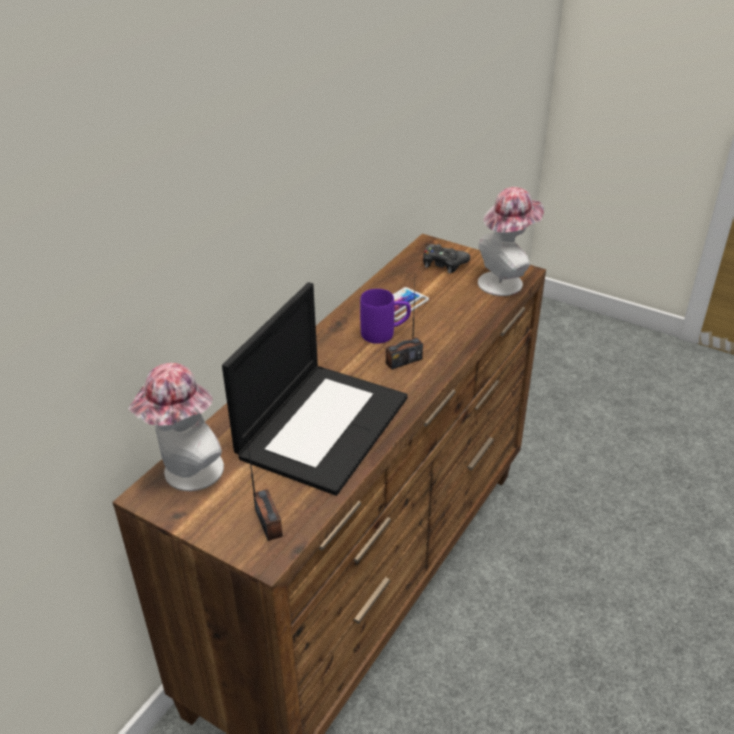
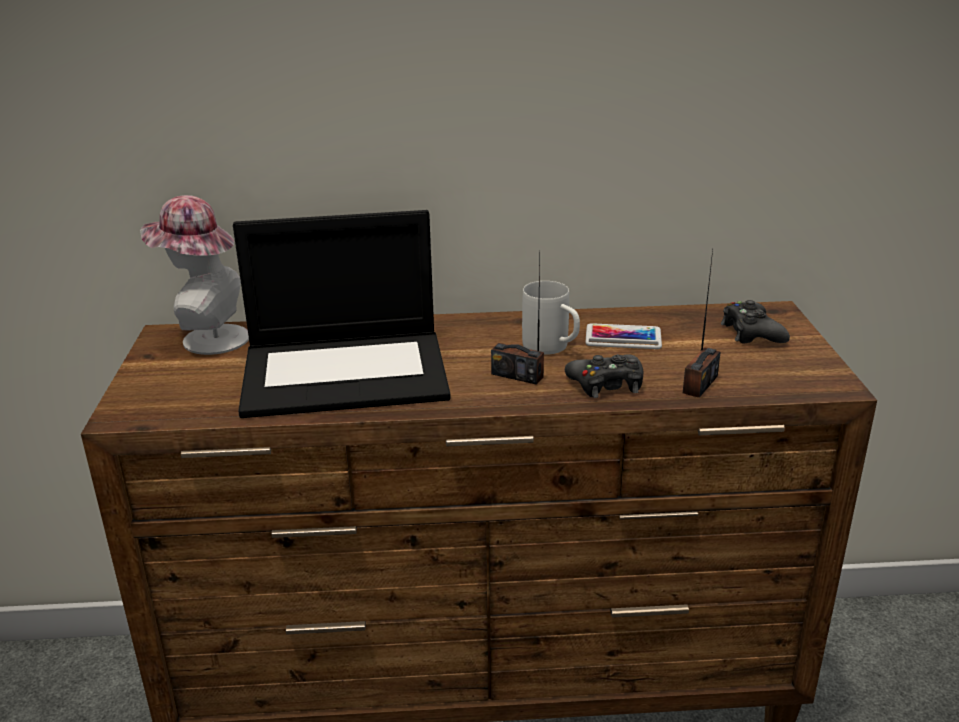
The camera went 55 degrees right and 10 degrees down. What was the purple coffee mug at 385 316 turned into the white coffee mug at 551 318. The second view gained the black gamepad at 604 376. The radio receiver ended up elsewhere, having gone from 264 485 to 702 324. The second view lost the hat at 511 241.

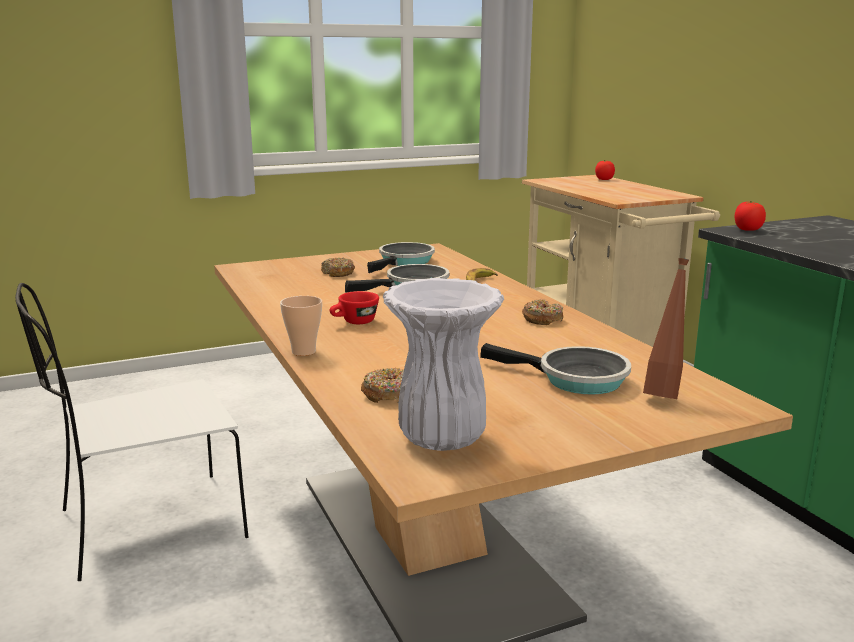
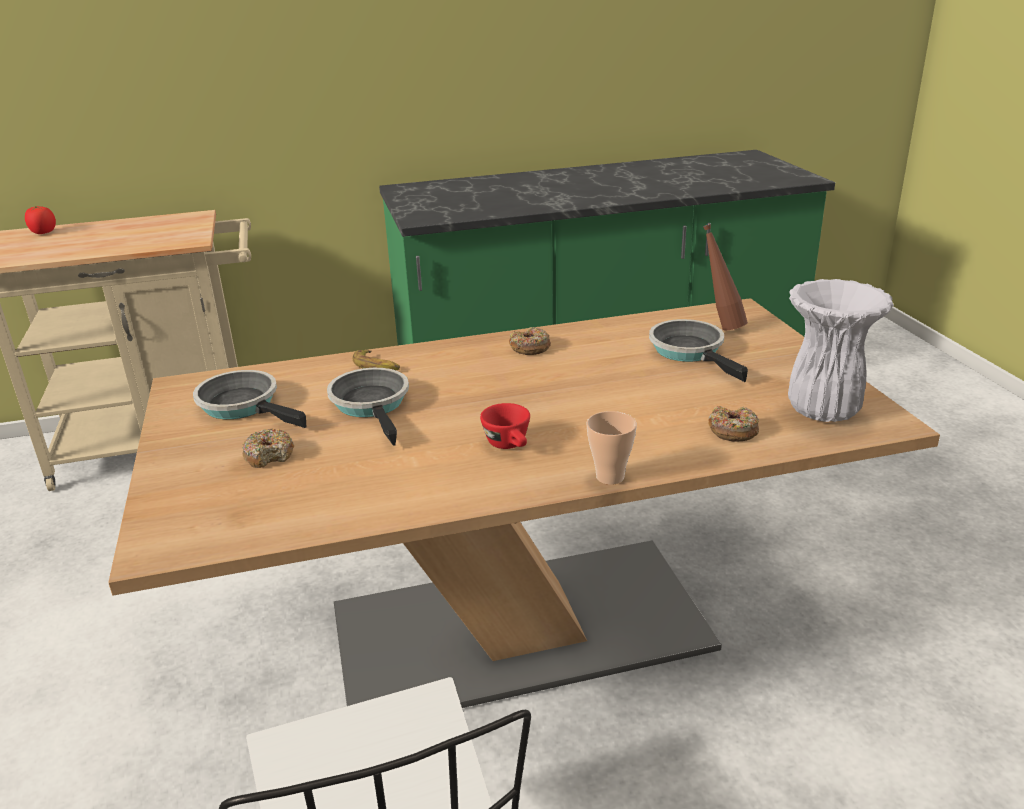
The camera went 80 degrees left and 10 degrees up. The skillet at 555 369 ended up facing another way, 60 degrees counterclockwise from before. The second view lost the fresh tomato at 750 216.

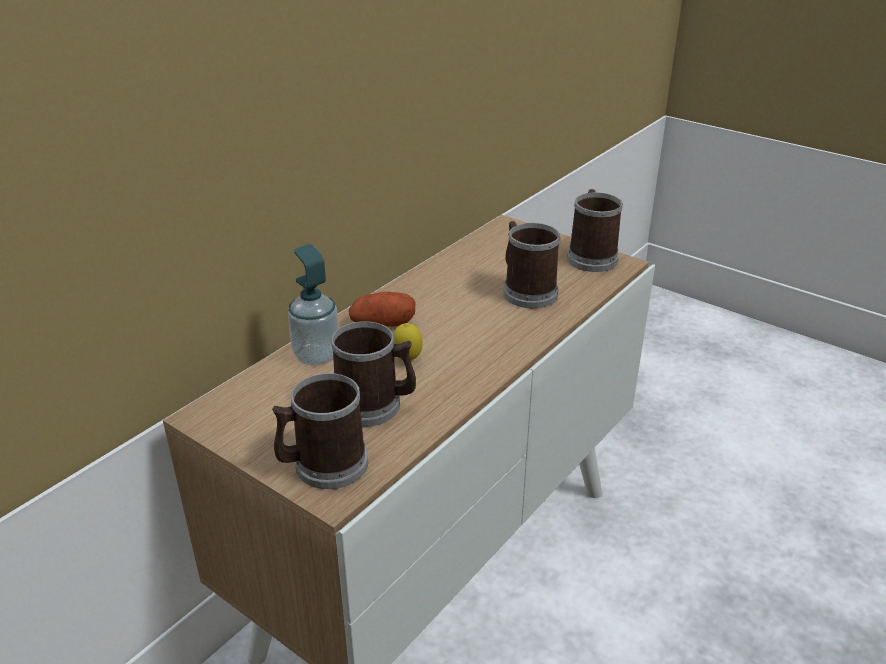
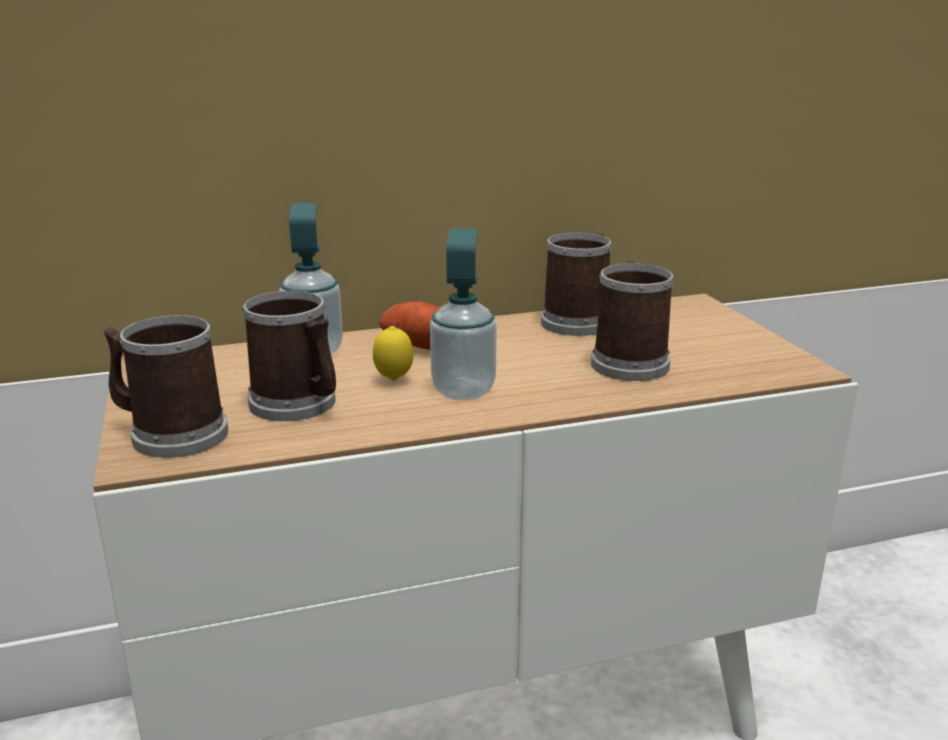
The camera went 35 degrees right and 10 degrees down. The second view gained the soap dispenser at 463 314. The coffee mug ended up elsewhere, having gone from 595 230 to 576 284.

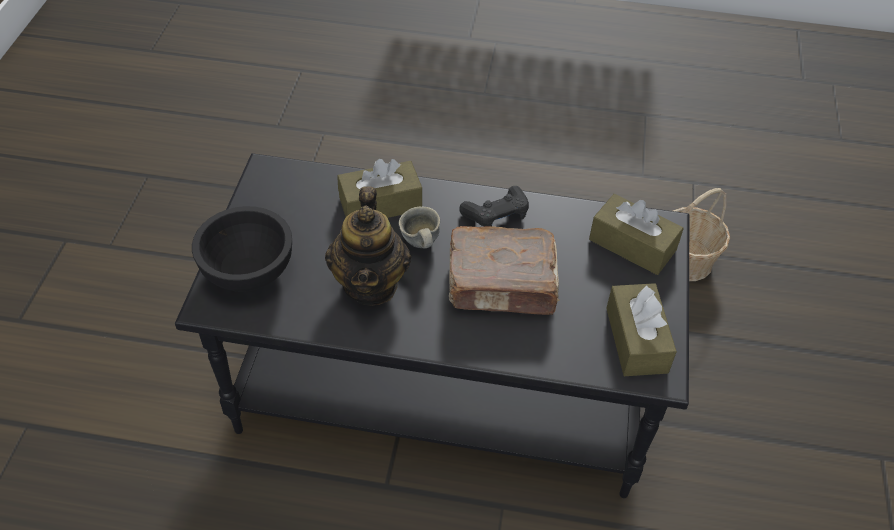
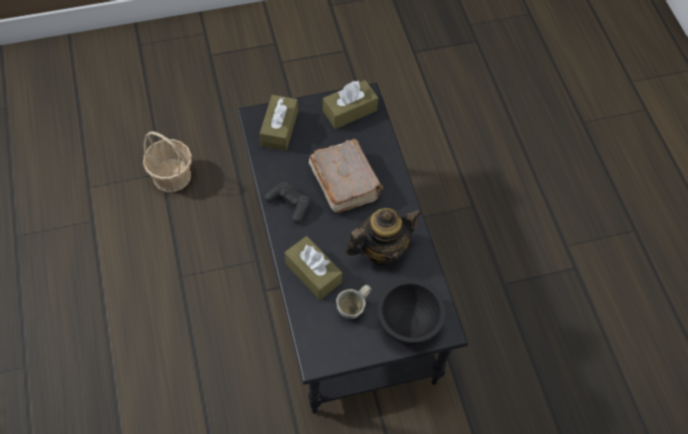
The camera went 115 degrees left and 10 degrees up. The greyish coffee mug ended up elsewhere, having gone from 419 228 to 354 302.

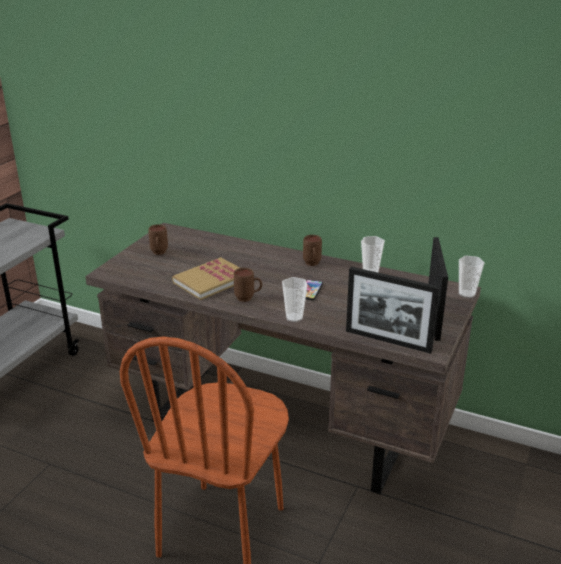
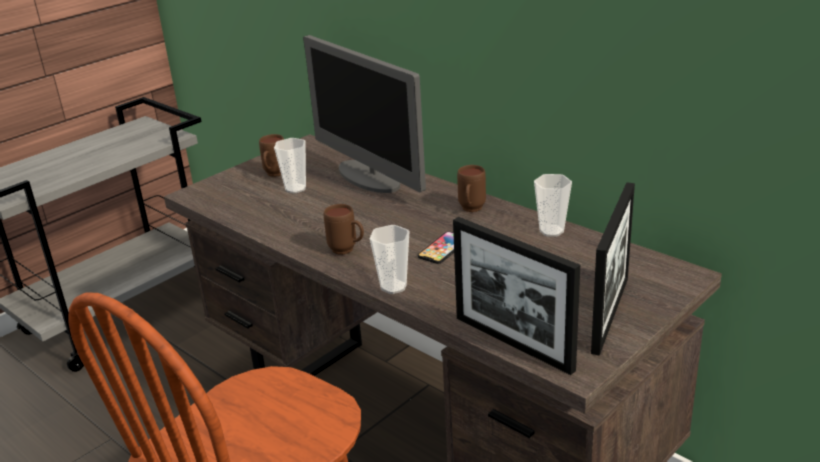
The camera went 20 degrees right and 0 degrees up. The drinking cup ended up elsewhere, having gone from 472 277 to 290 166. The second view gained the monitor at 364 114. The second view lost the book at 206 278.

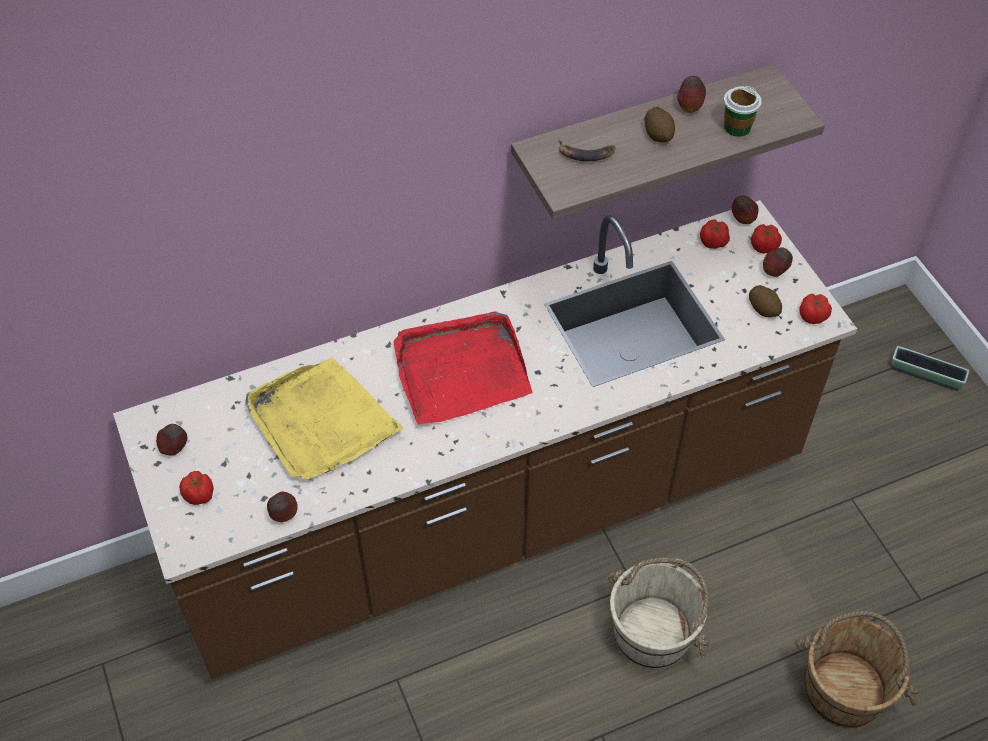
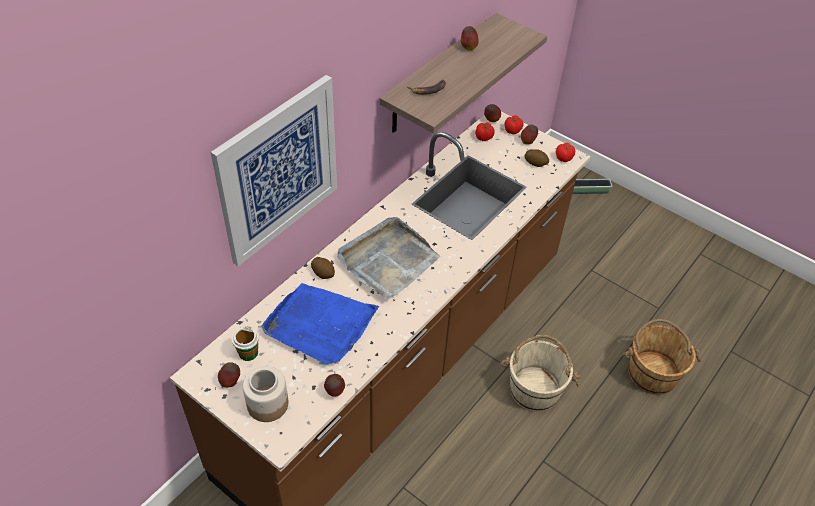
The camera went 30 degrees left and 5 degrees down. The second view gained the wall picture at 274 170. The drinking cup ended up elsewhere, having gone from 743 111 to 245 343. Where the fresh tomato stood at 196 488, the preserve jar came to stand at 265 394. What was the yellowish carrying tray at 324 418 turned into the bluish carrying tray at 320 324. The potato ended up elsewhere, having gone from 660 124 to 323 268. What was the reddish carrying tray at 462 368 turned into the greyish carrying tray at 388 258.

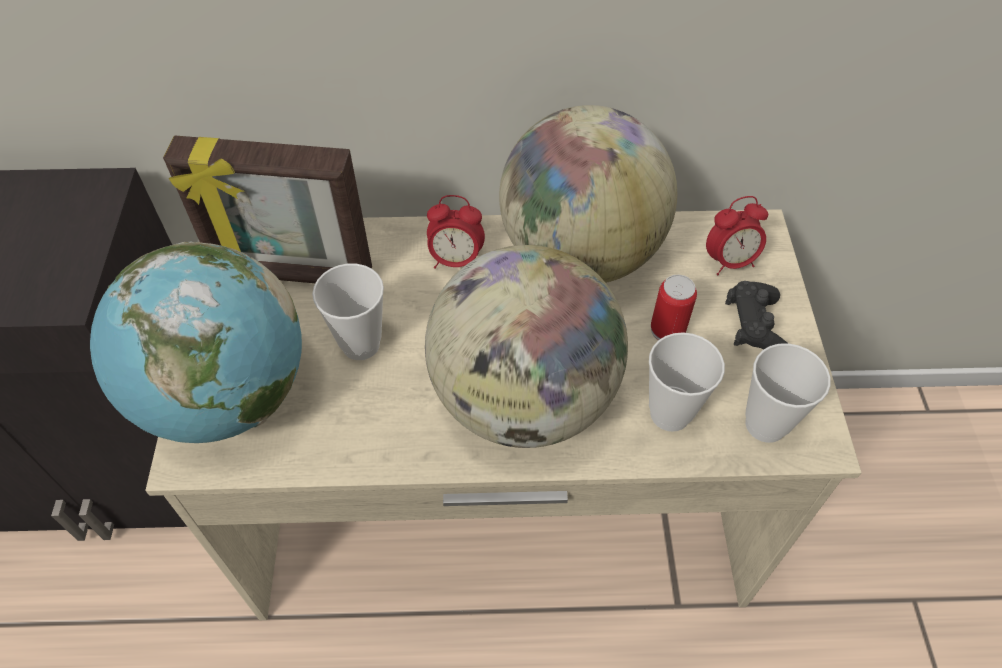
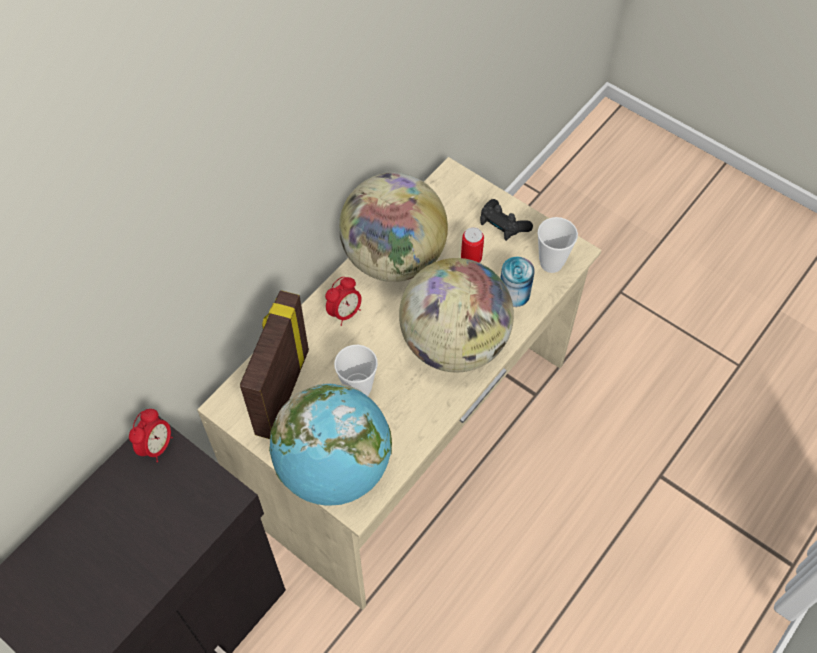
The camera went 50 degrees left and 5 degrees up. The alarm clock ended up elsewhere, having gone from 737 235 to 151 435. The picture frame at 267 209 ended up facing another way, 150 degrees clockwise from before. Where the drinking cup stood at 687 382, the metal can came to stand at 517 282.

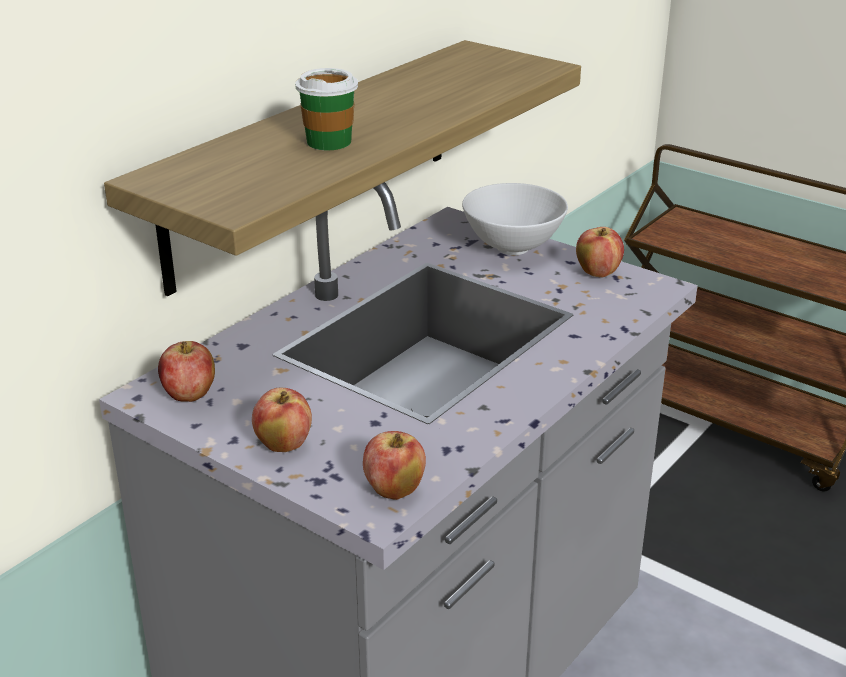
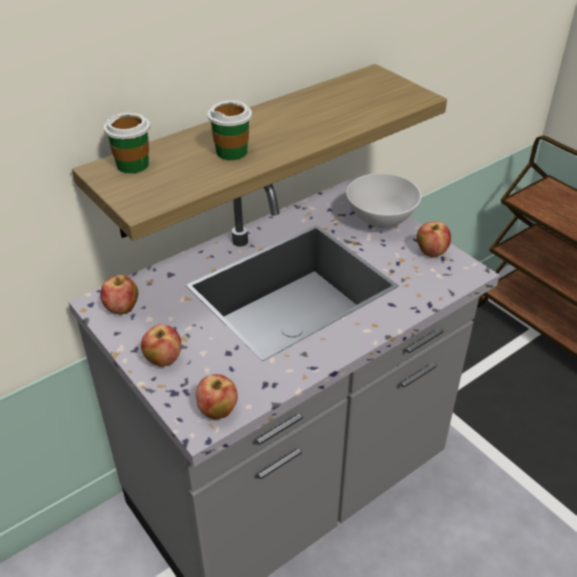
The camera went 15 degrees right and 10 degrees up. The second view gained the drinking cup at 127 143.

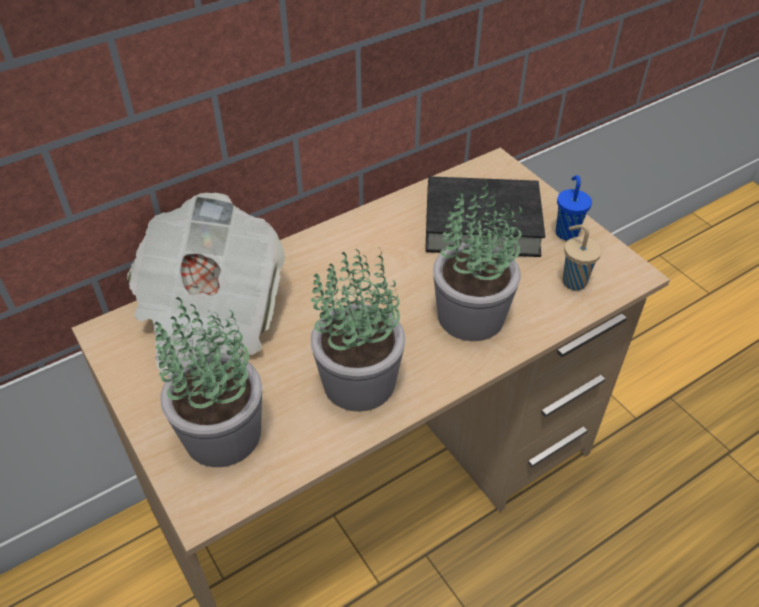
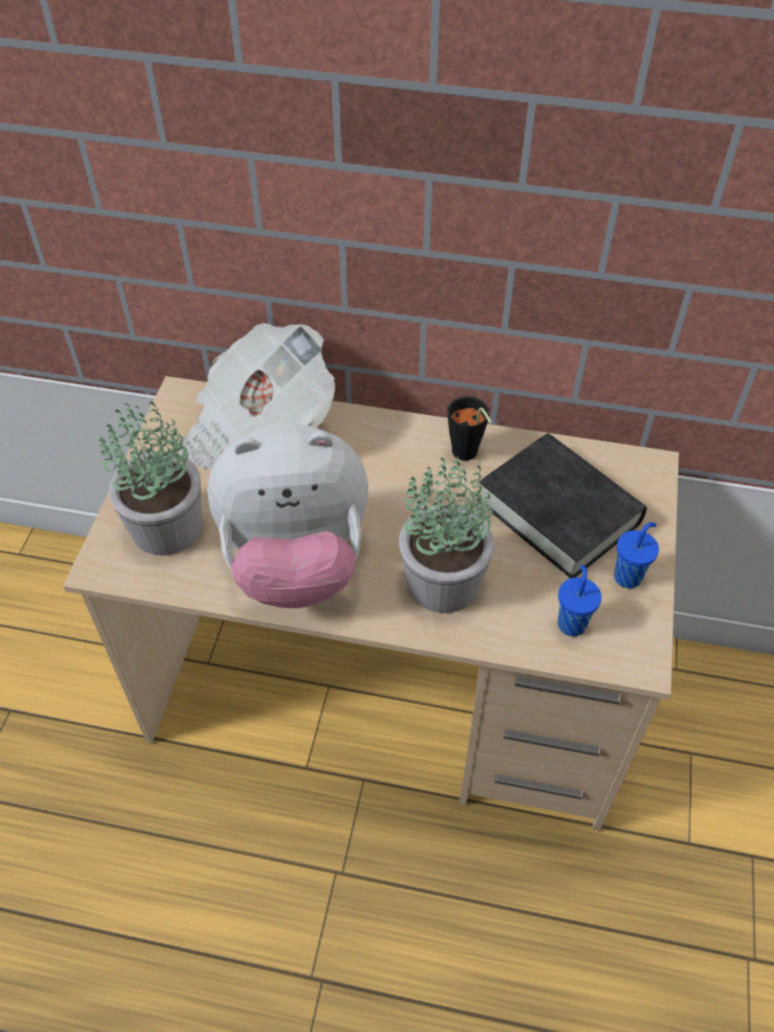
The camera went 45 degrees right and 5 degrees up. Where the houseplant stood at 358 329, the cuddly toy came to stand at 287 516. The second view gained the black drinking cup at 469 428. What was the beige drinking cup at 582 257 turned into the bluish drinking cup at 580 600.

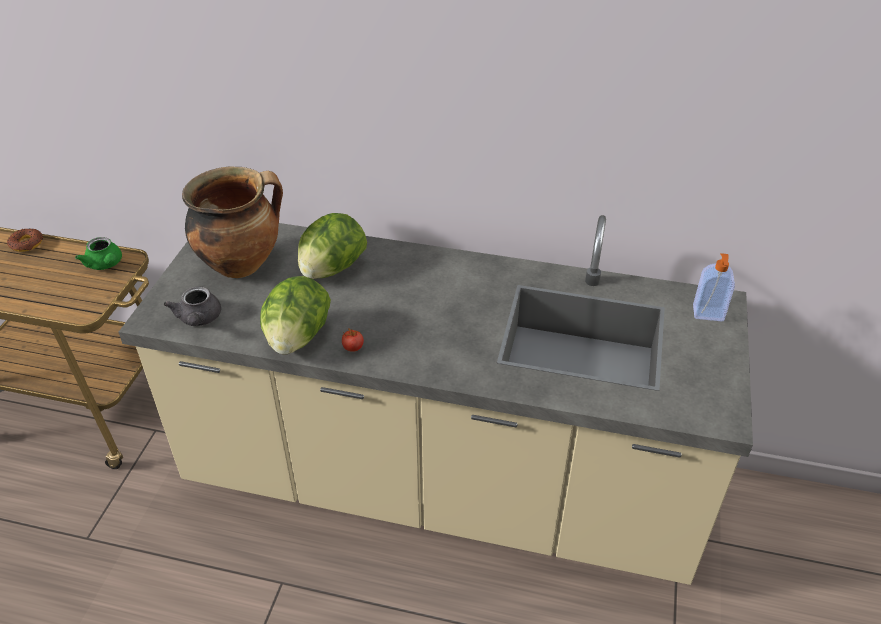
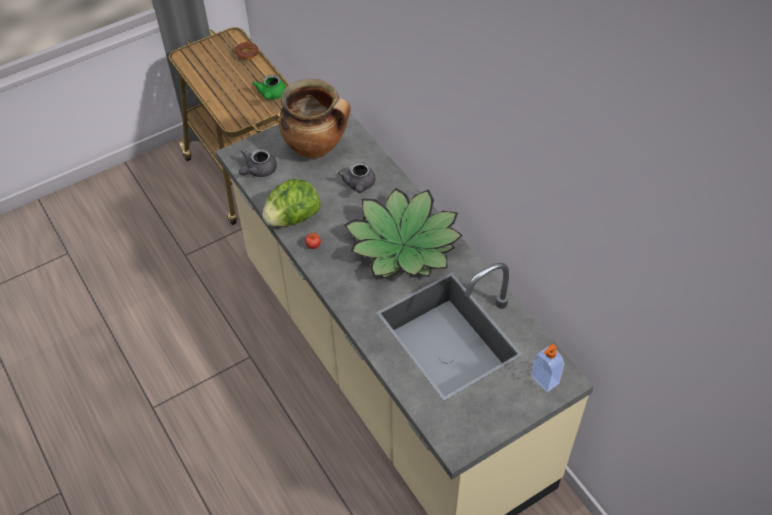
The camera went 45 degrees right and 10 degrees up. Where the lettuce stood at 332 246, the greyish pot for tea came to stand at 356 177. The second view gained the houseplant at 403 233.

